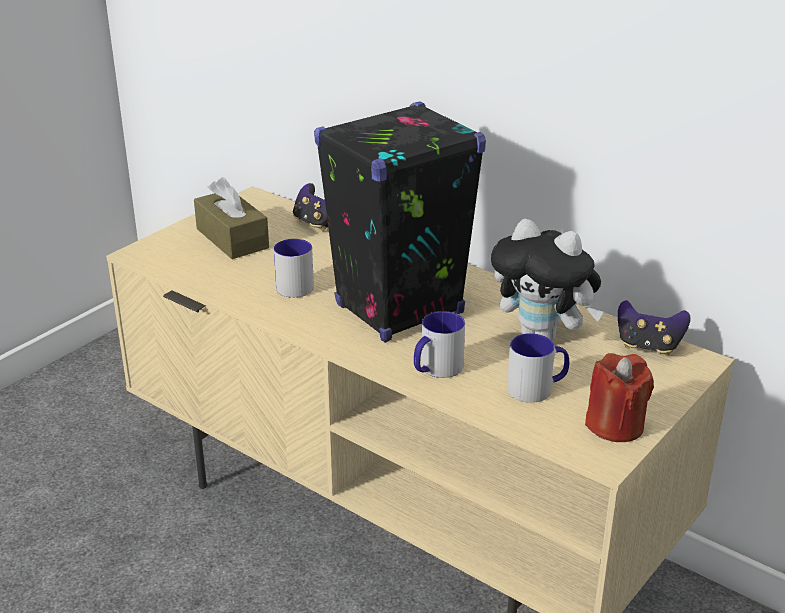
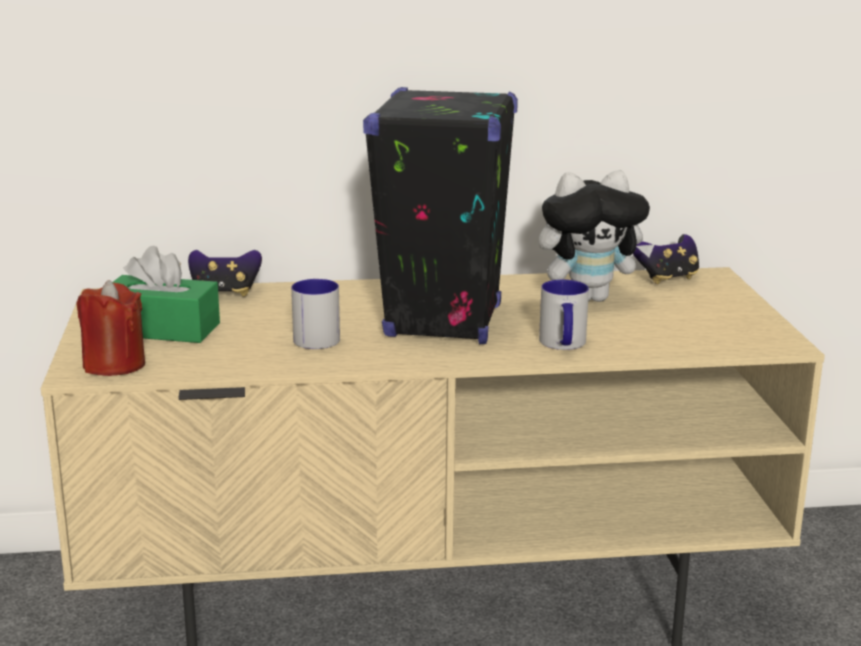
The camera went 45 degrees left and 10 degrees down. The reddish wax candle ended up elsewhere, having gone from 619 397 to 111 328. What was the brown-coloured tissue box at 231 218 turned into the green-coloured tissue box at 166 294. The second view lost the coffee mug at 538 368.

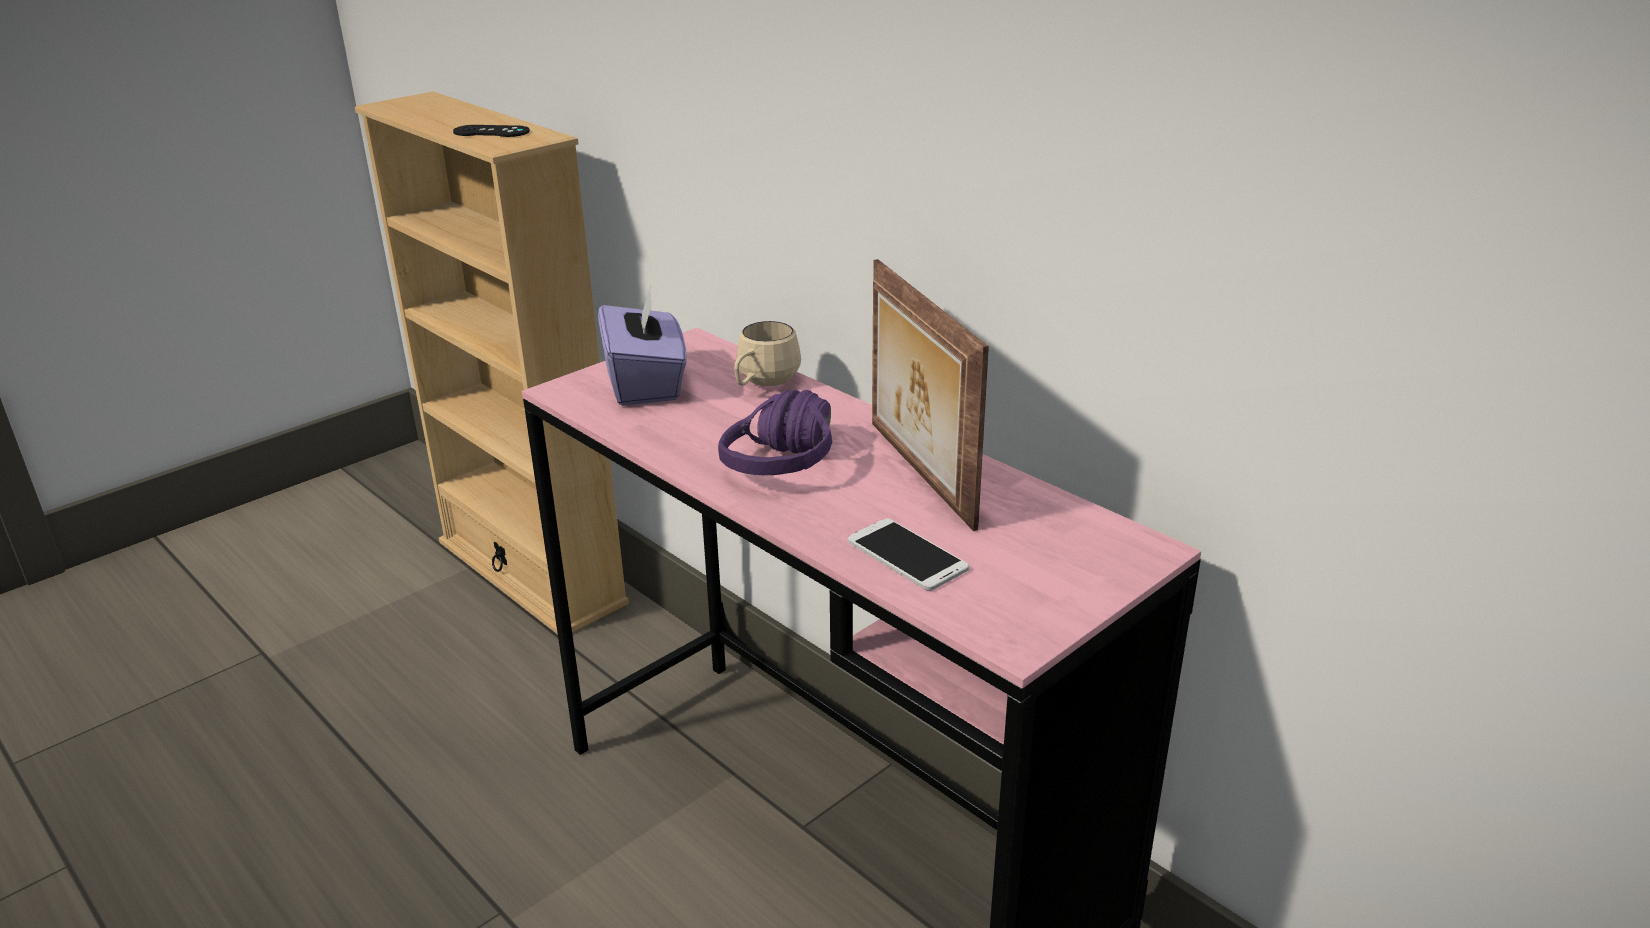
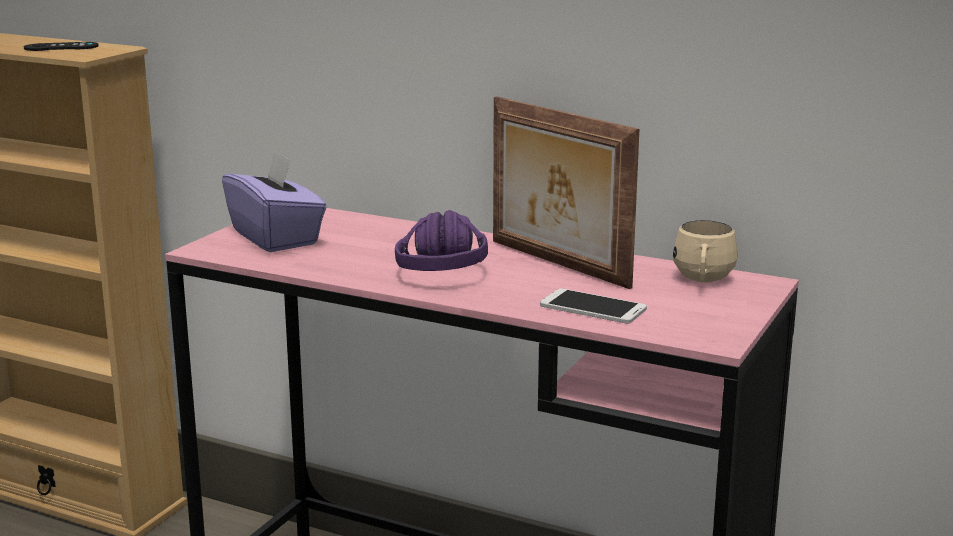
The camera went 20 degrees left and 10 degrees down. The beige coffee mug ended up elsewhere, having gone from 767 353 to 705 251.

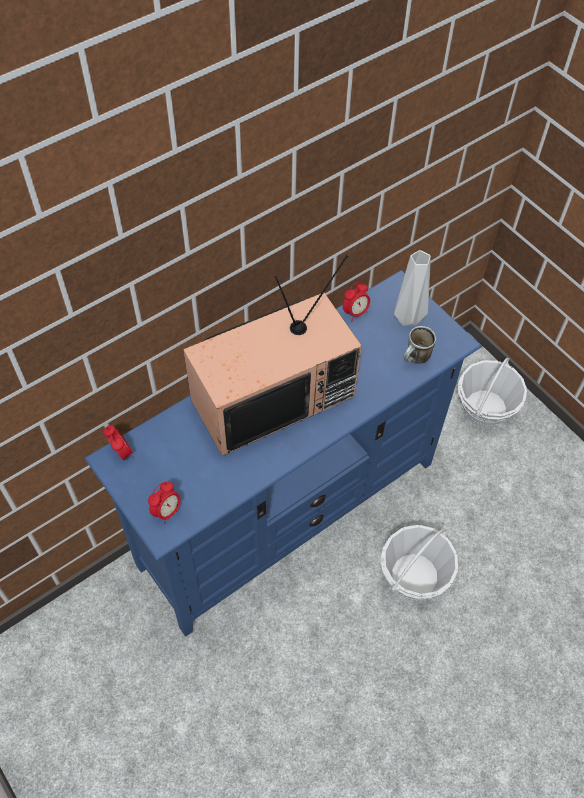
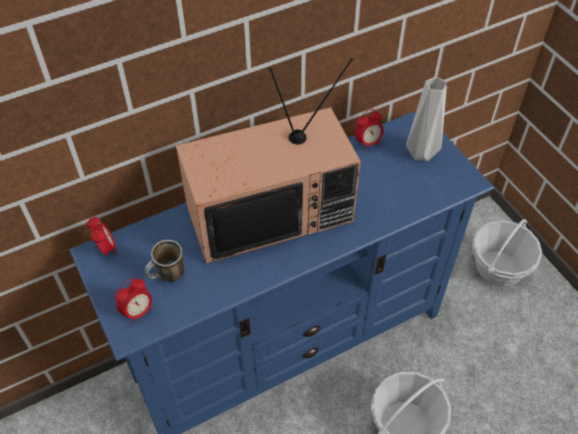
The camera went 10 degrees right and 5 degrees down. The coffee mug ended up elsewhere, having gone from 420 345 to 164 261.

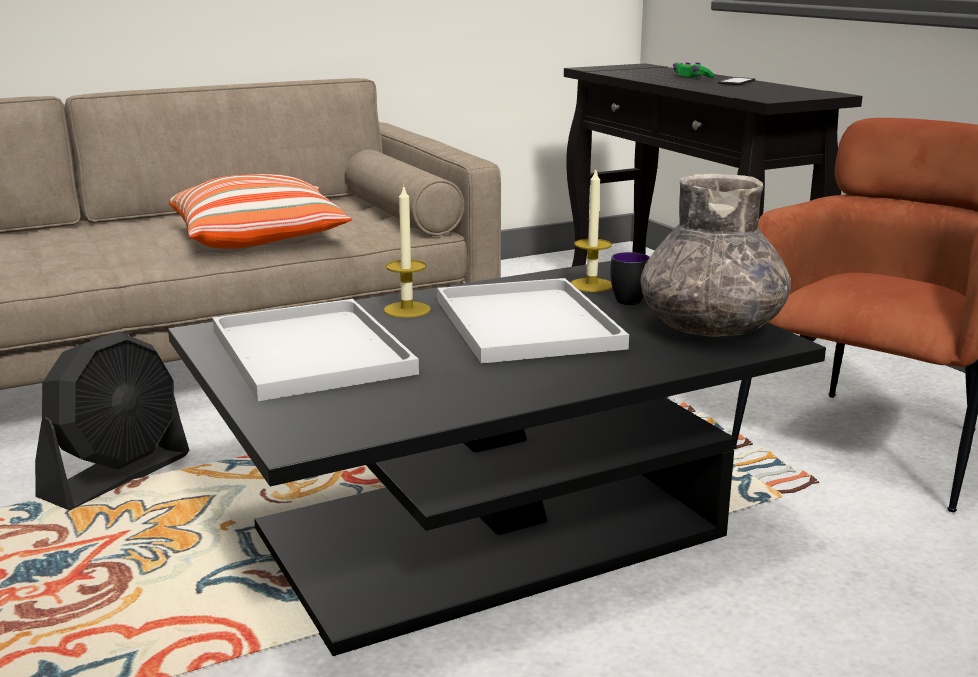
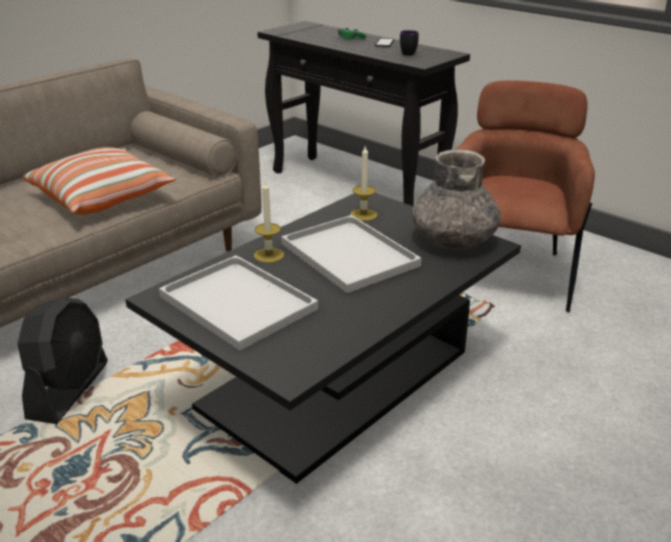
The camera went 20 degrees left and 10 degrees up. The coffee mug ended up elsewhere, having gone from 630 278 to 409 43.

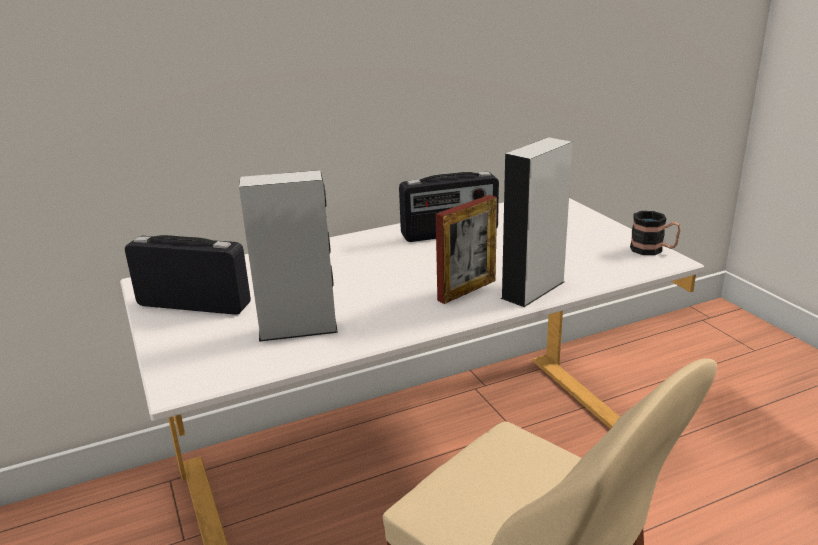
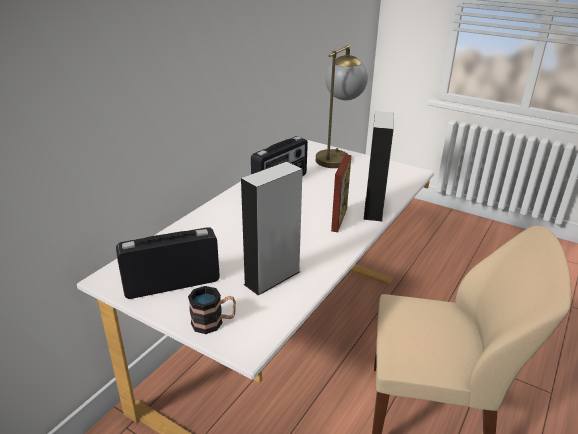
The camera went 35 degrees left and 5 degrees up. The coffee mug ended up elsewhere, having gone from 655 233 to 212 310. The second view gained the lamp for a table at 342 106.

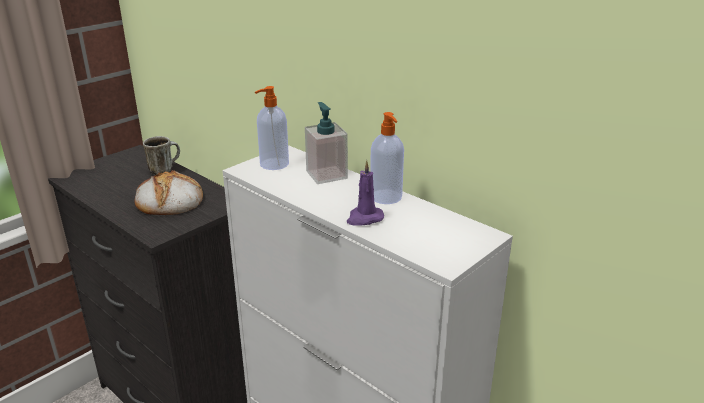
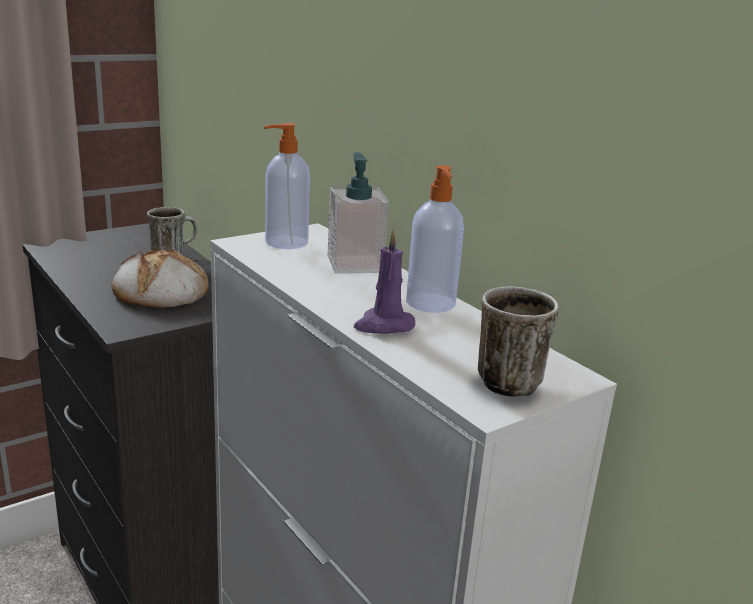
The camera went 10 degrees right and 5 degrees down. The second view gained the coffee mug at 518 341.

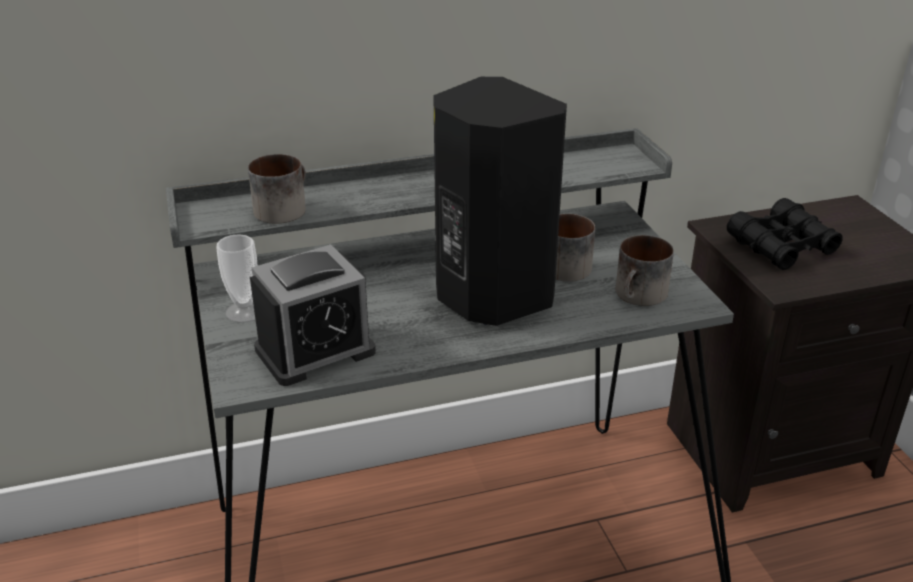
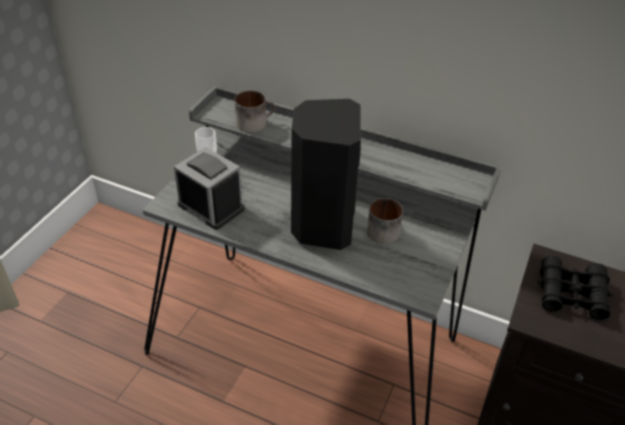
The camera went 40 degrees right and 10 degrees up. The alarm clock at 313 315 ended up facing another way, 150 degrees counterclockwise from before. The second view lost the coffee mug at 645 270.

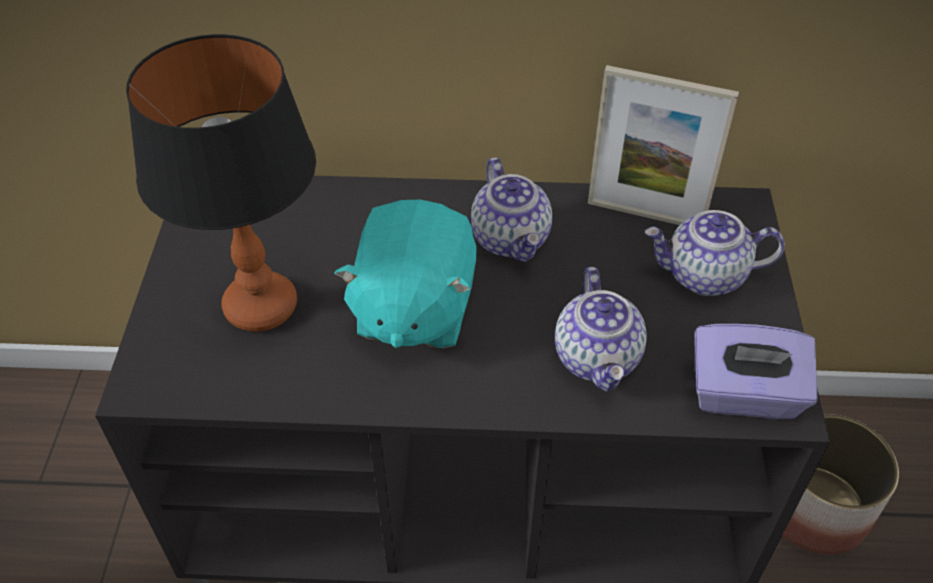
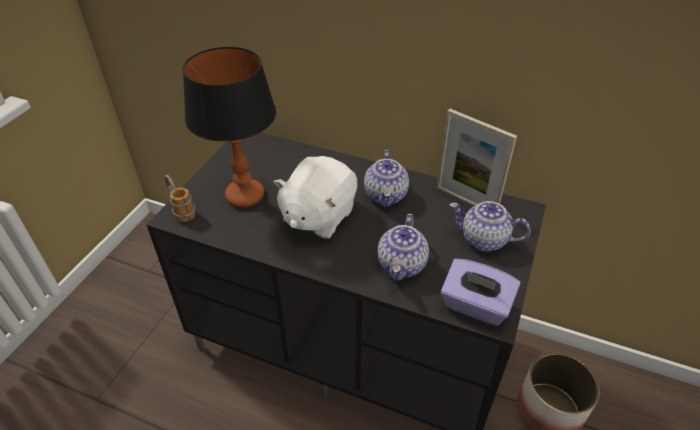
The camera went 20 degrees right and 5 degrees down. The second view gained the coffee mug at 180 198. What was the turquoise cuddly toy at 405 274 turned into the white cuddly toy at 315 197.

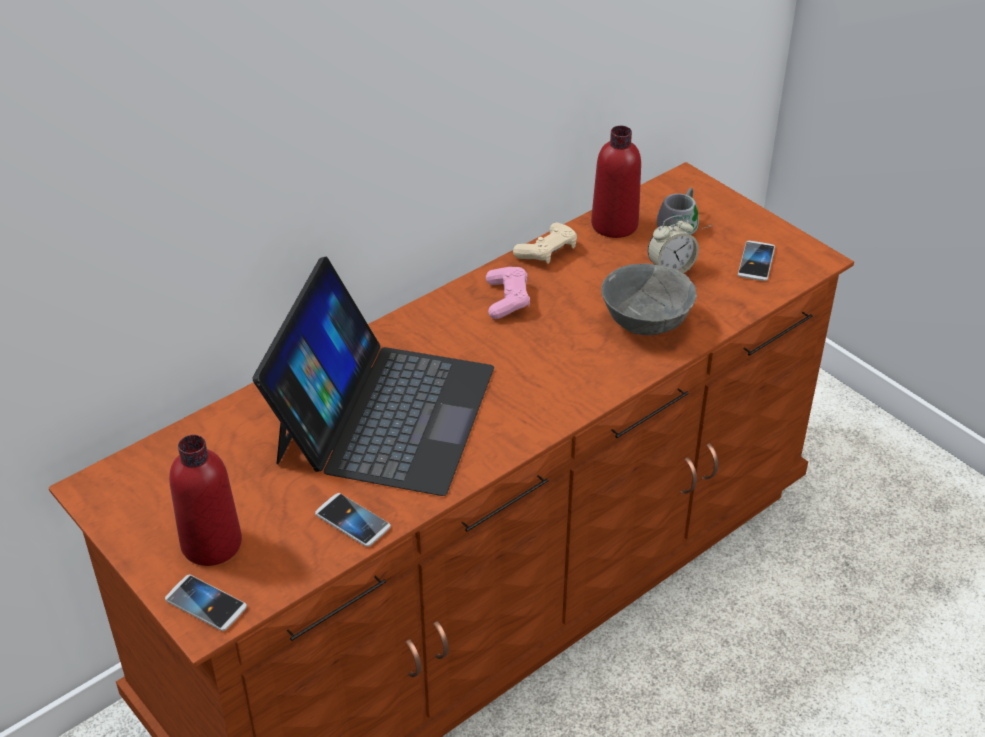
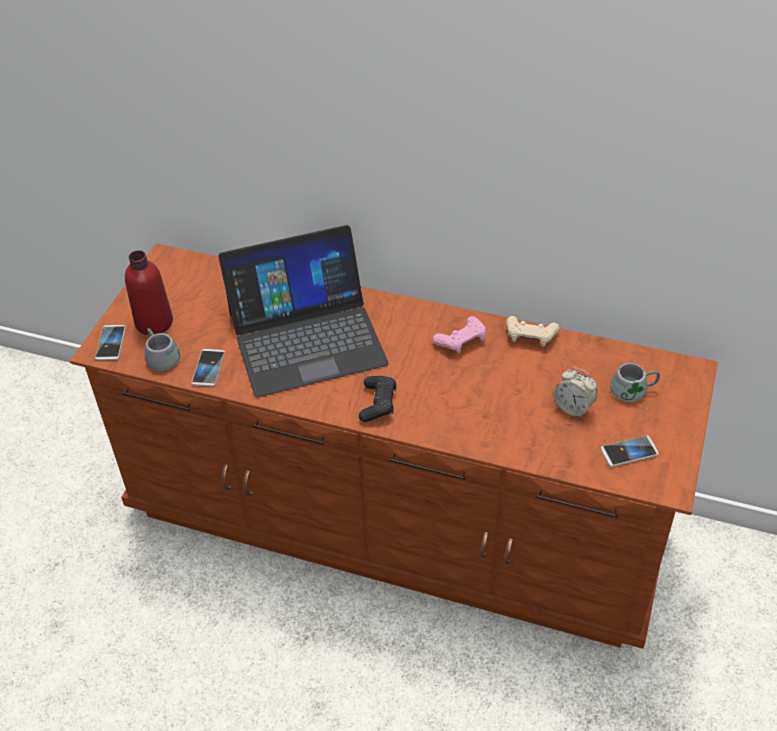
The camera went 60 degrees right and 5 degrees up. The second view gained the greyish coffee mug at 162 349. The second view gained the black gamepad at 377 399. The second view lost the reddish beverage bottle at 616 182. The second view lost the greyish serving bowl at 649 299.

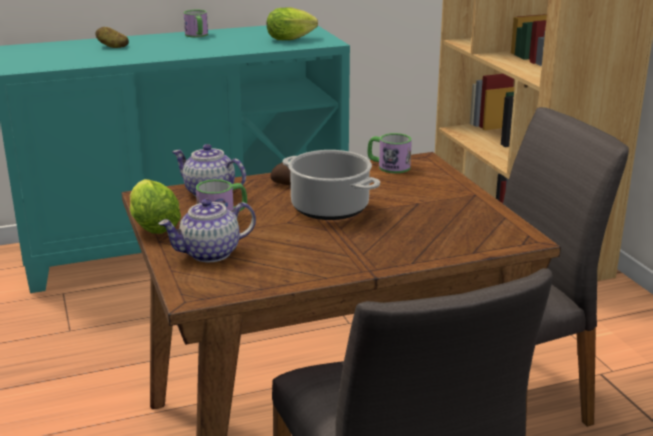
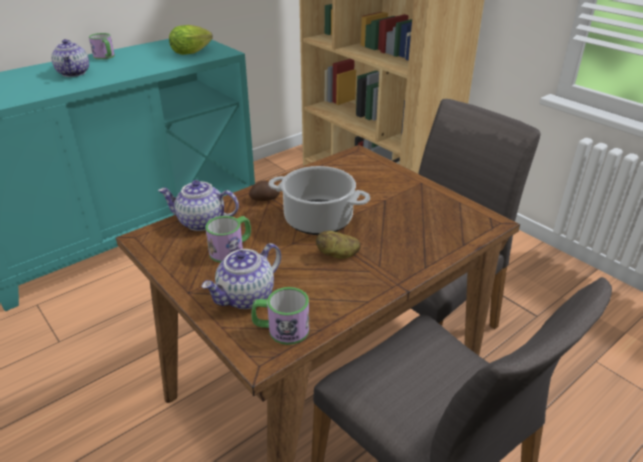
The camera went 20 degrees left and 10 degrees up. The second view gained the pot for tea at 70 58. The coffee mug ended up elsewhere, having gone from 389 153 to 280 316. The potato ended up elsewhere, having gone from 112 37 to 338 245. The second view lost the lettuce at 155 206.

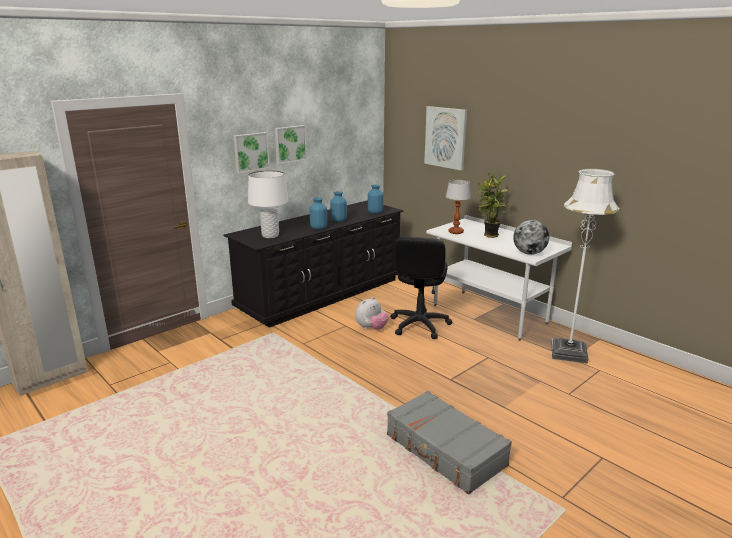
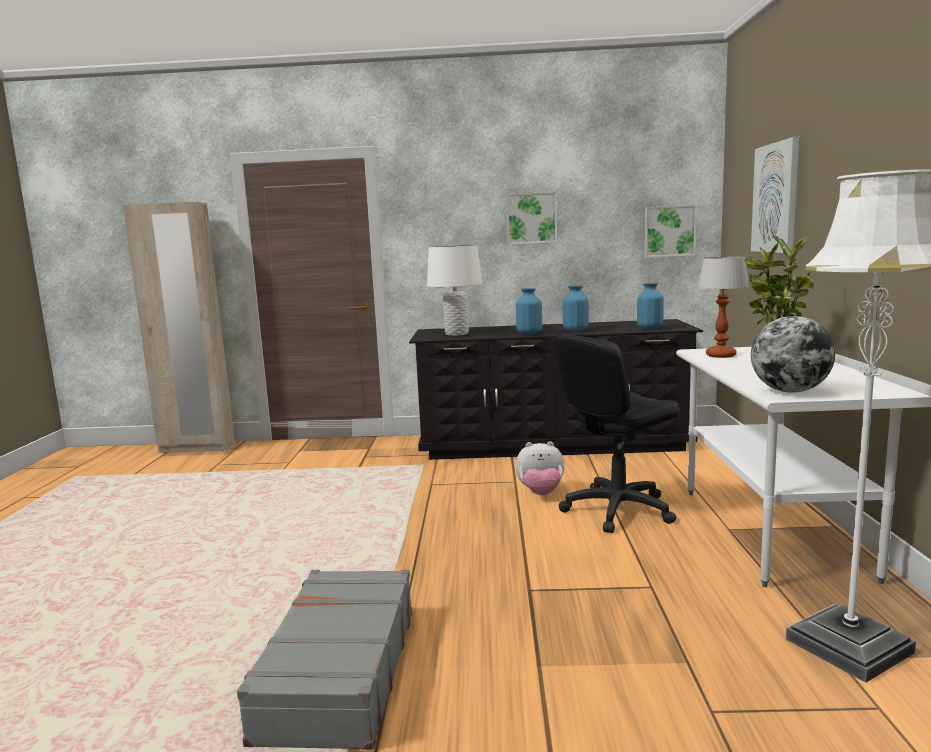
The camera went 45 degrees right and 10 degrees down. The wall picture ended up elsewhere, having gone from 252 153 to 671 231.

